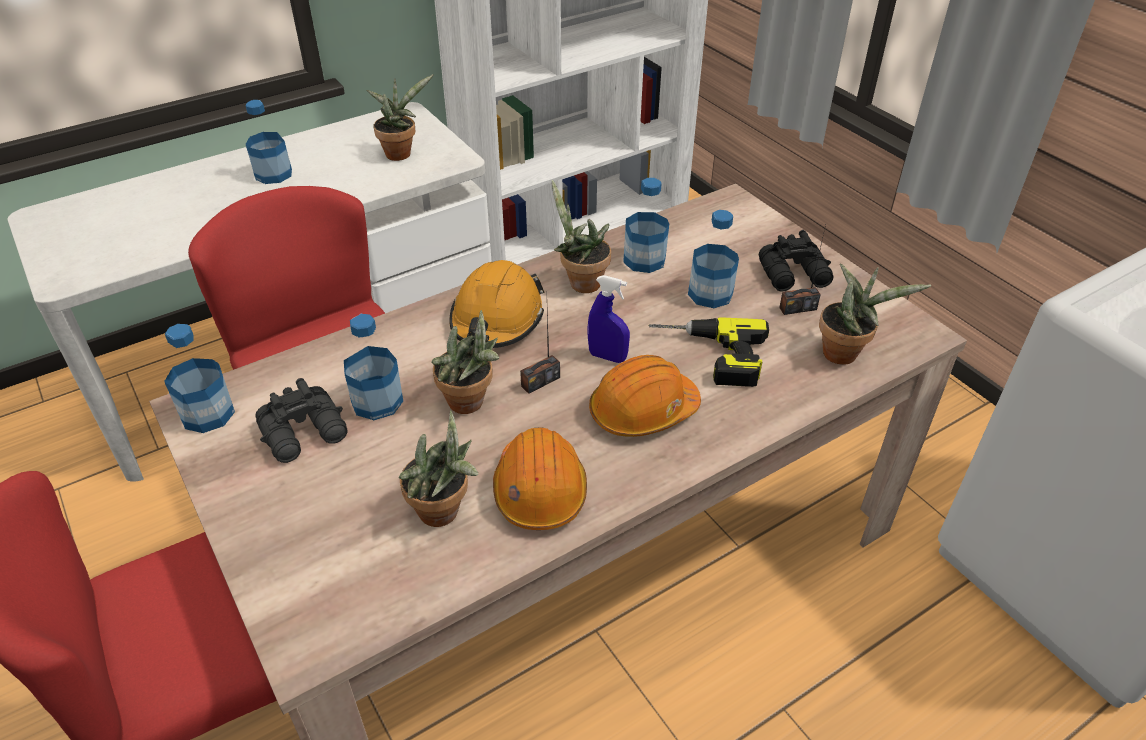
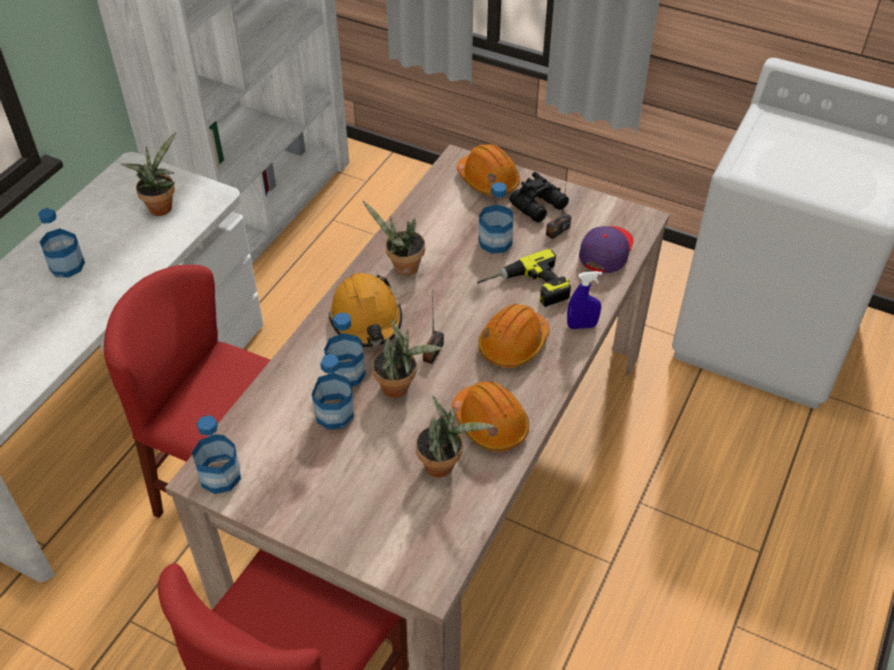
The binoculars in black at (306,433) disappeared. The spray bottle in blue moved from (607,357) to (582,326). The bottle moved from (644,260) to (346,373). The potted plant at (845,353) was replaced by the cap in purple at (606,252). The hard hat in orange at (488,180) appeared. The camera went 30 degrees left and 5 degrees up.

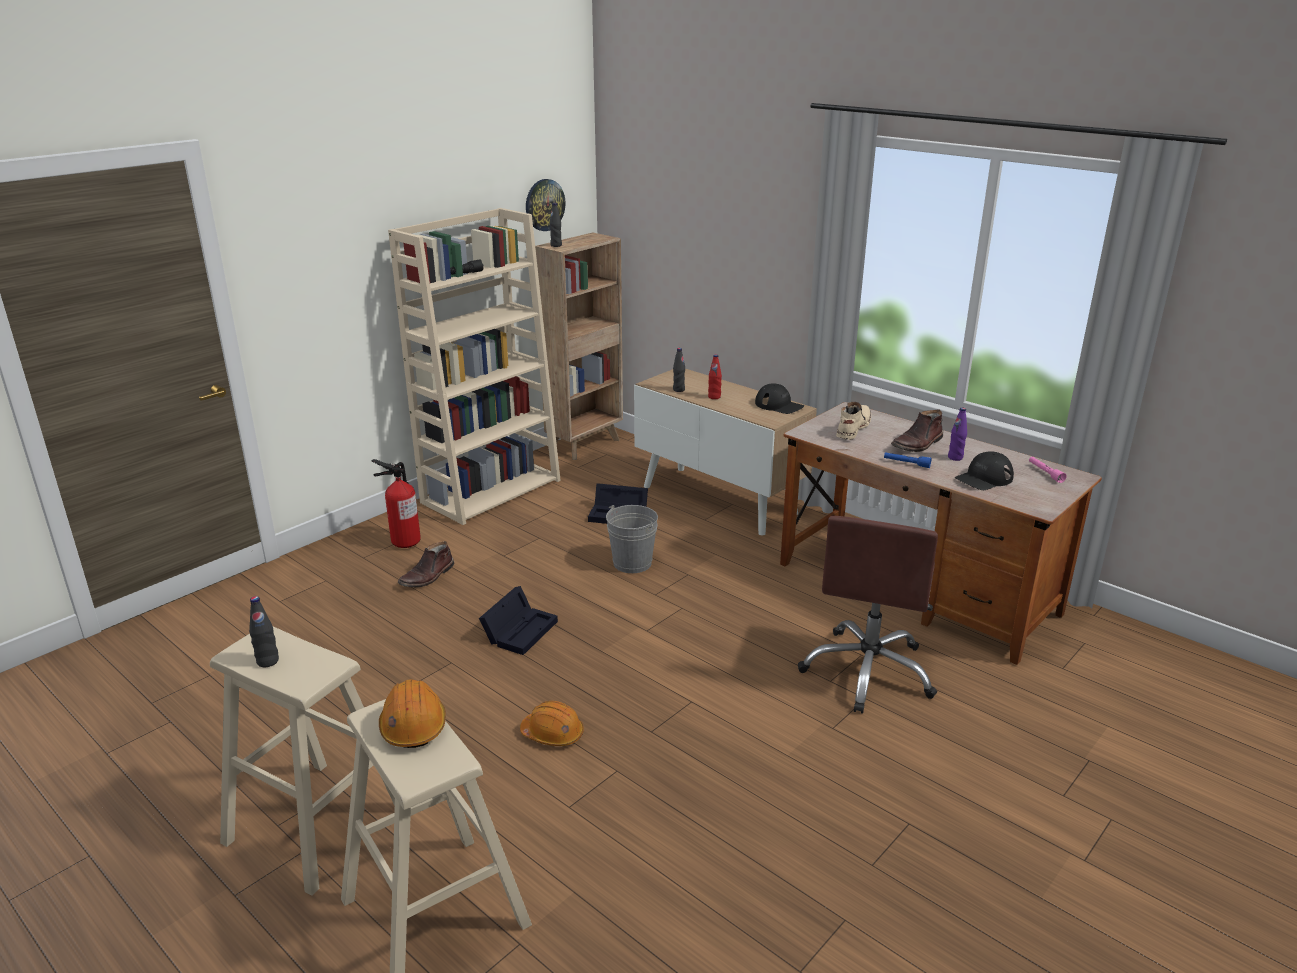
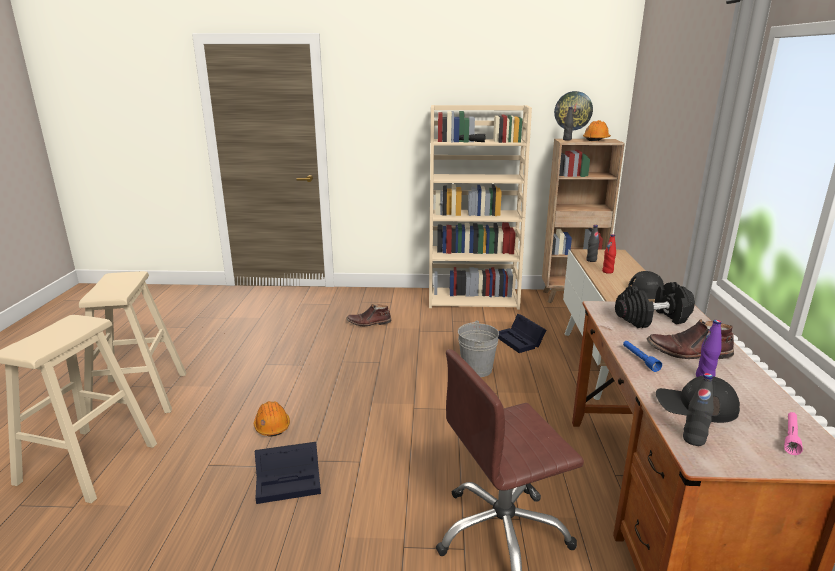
The bottle in black moved from (268,661) to (693,440). The fire extinguisher at (406,542) disappeared. The hard hat in orange moved from (413,725) to (596,140). The storage box in black moved from (520,630) to (290,481). The boot in beige at (852,428) was replaced by the dumbbell in black at (652,319). The camera went 50 degrees right and 5 degrees down.

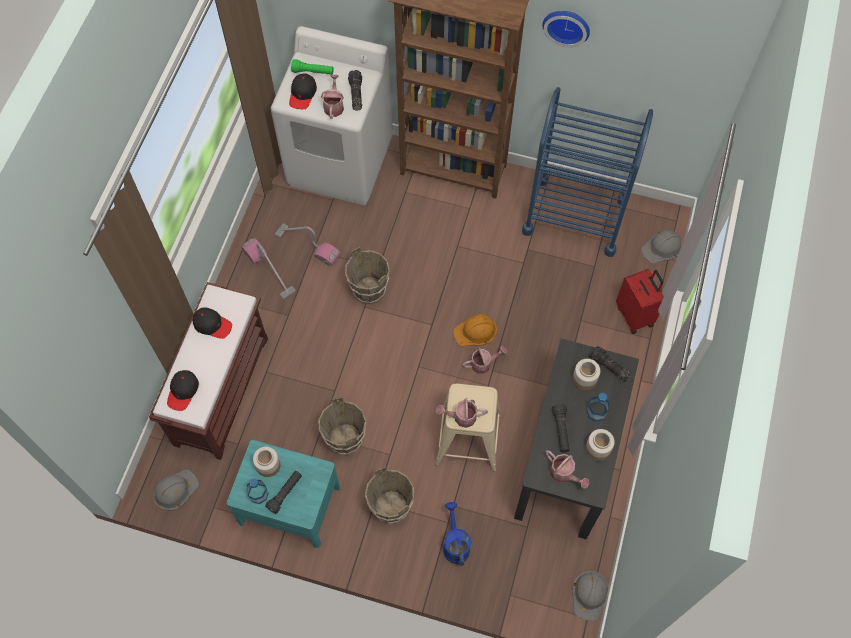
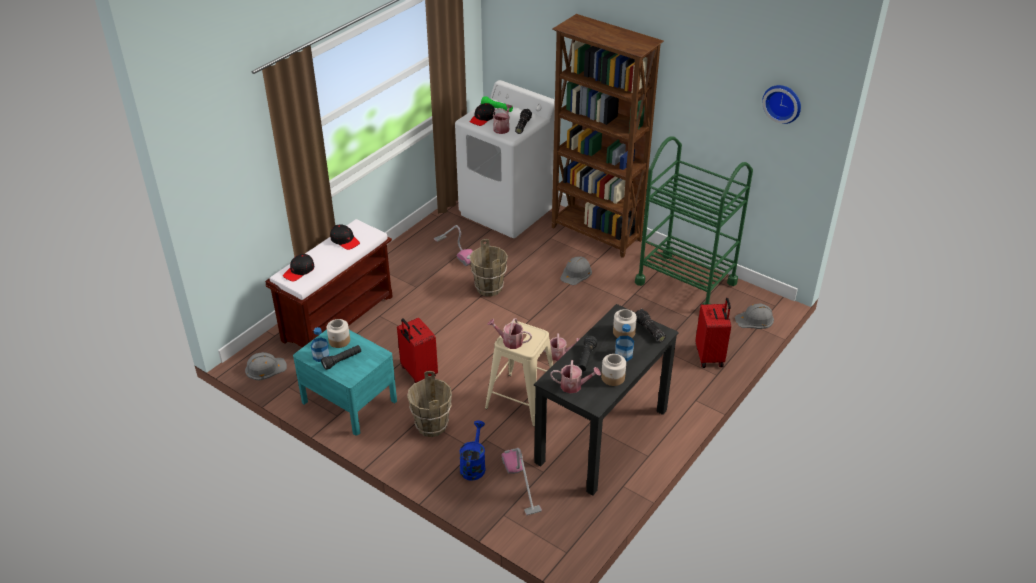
The vacuum cleaner moved from (269,270) to (521,484). The bucket in brown at (345,439) was replaced by the suitcase in red at (418,373). The hard hat in orange at (476,331) disappeared. The cart in blue at (575,216) became the cart in green at (686,282). The wall clock moved from (567,25) to (783,103). The watering can at (564,474) turned 60 degrees counterclockwise. The hard hat in grey moved from (590,594) to (576,273). The camera went 20 degrees right and 25 degrees down.

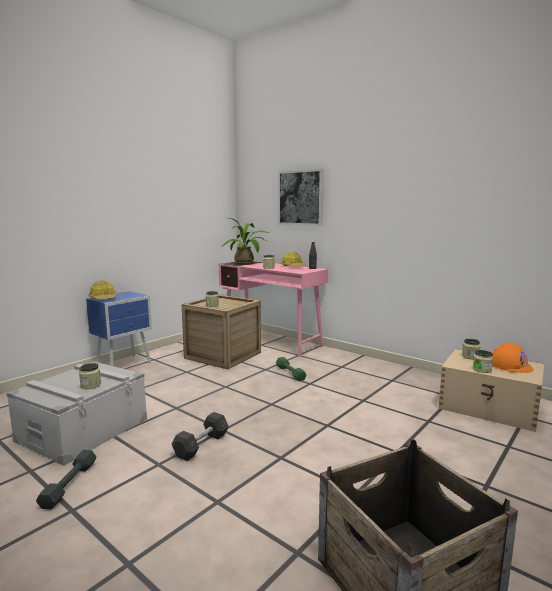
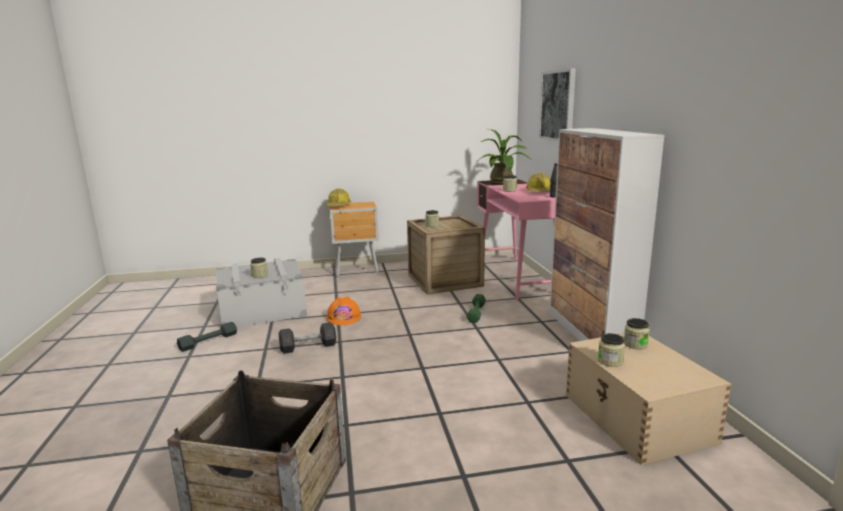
The nightstand in blue at (125,365) became the nightstand in brown at (357,270). The hard hat in orange moved from (509,365) to (344,317). The cabinet at (590,333) appeared. The camera went 40 degrees right and 5 degrees up.

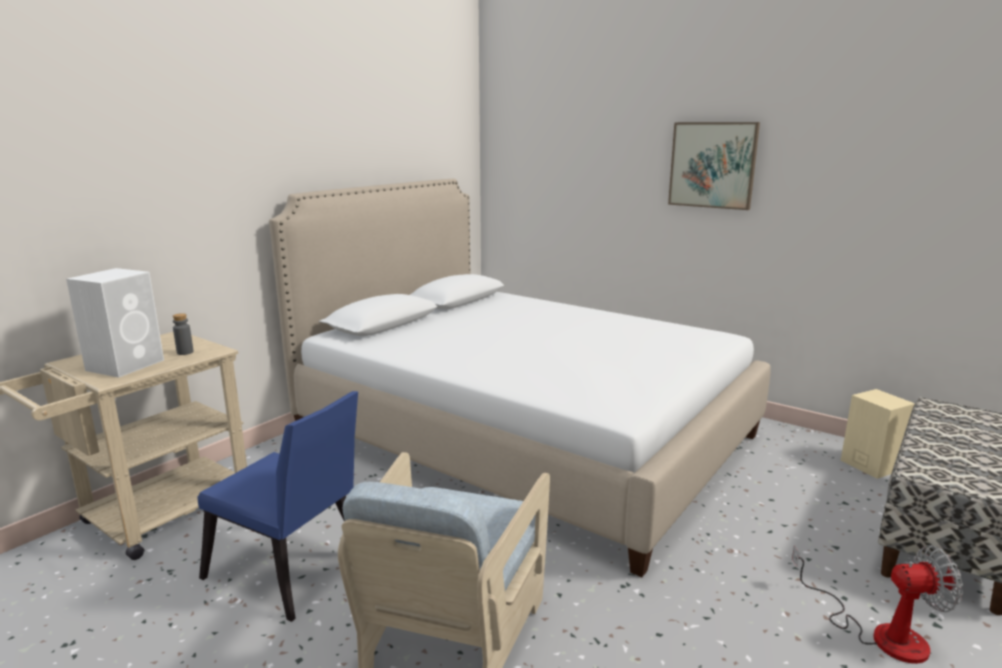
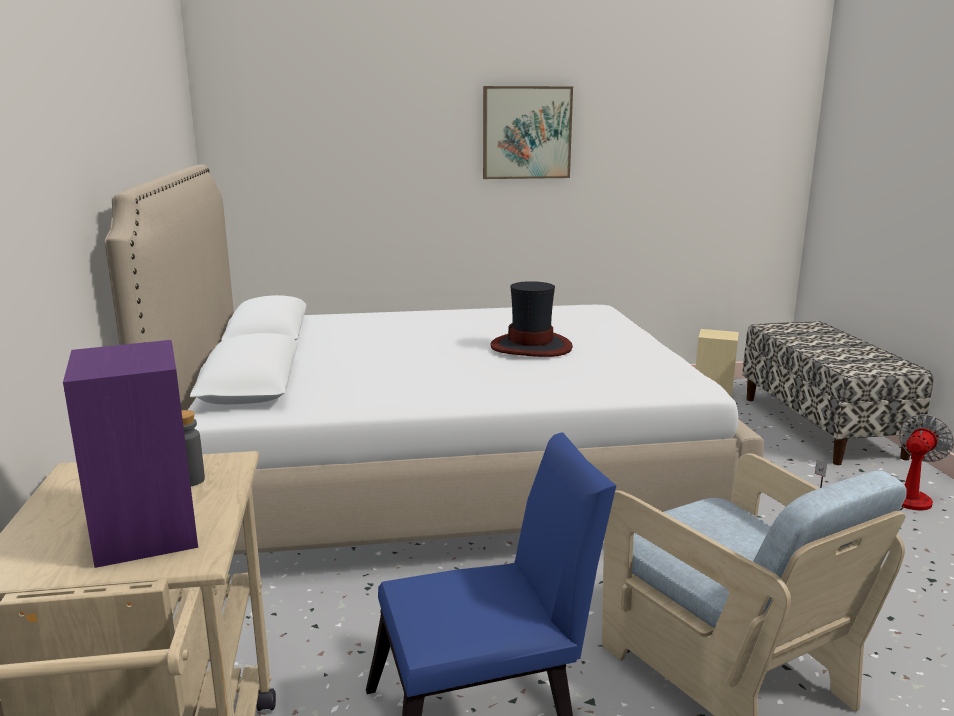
The speaker in white at (127,364) became the speaker in purple at (146,530). The hat at (531,347) appeared. The camera went 45 degrees left and 0 degrees up.

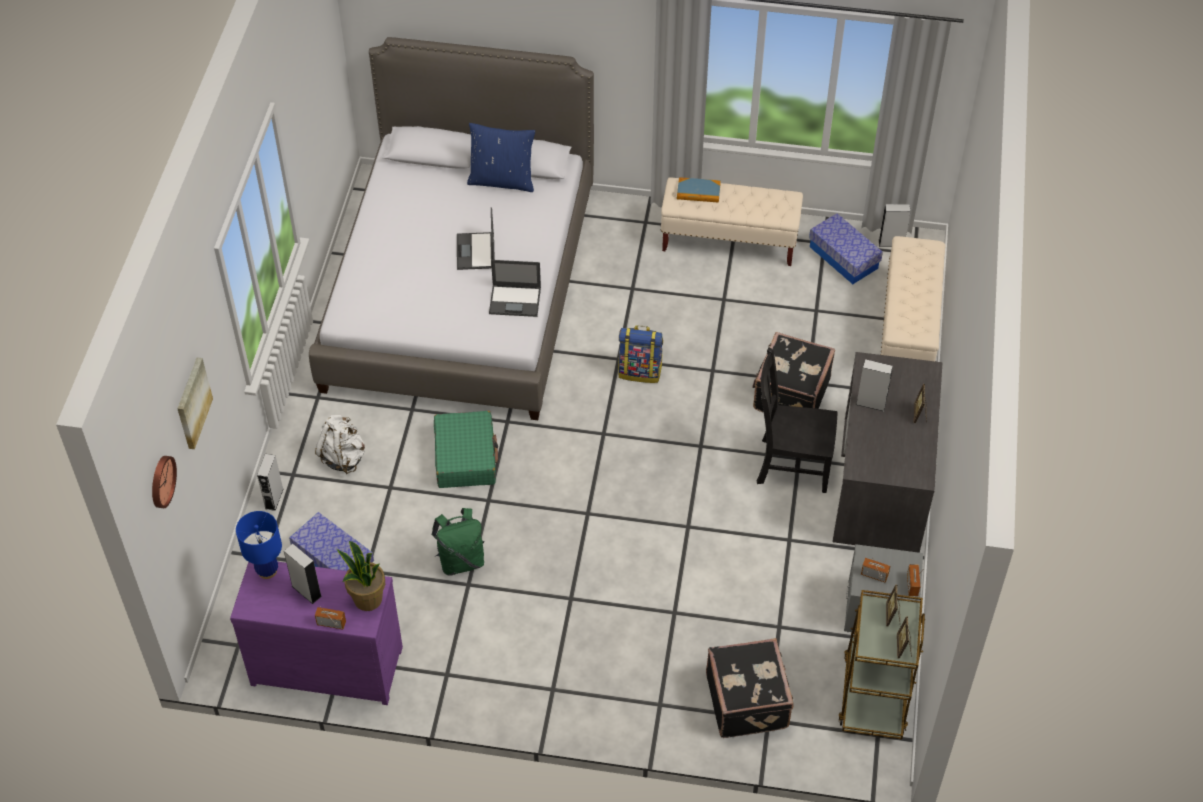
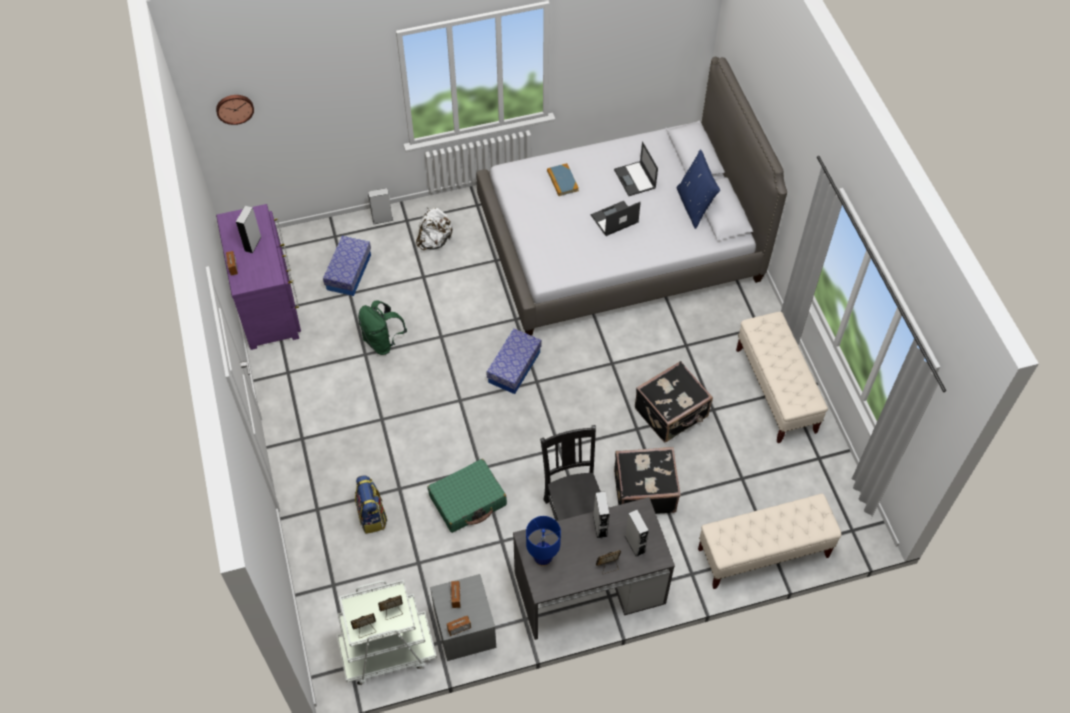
The picture at (192,403) disappeared. The table lamp in blue moved from (267,570) to (543,559). The potted plant at (367,599) disappeared. The suitcase in green moved from (465,457) to (468,501). The laptop moved from (515,300) to (635,179). The backpack moved from (640,371) to (372,516). The book moved from (698,192) to (562,181). The suitcase in black moved from (748,701) to (672,413). The storage box moved from (843,257) to (514,367). The cart in brown at (874,693) became the cart in white at (387,651). The speaker in grey moved from (891,243) to (634,544). The camera went 65 degrees right and 5 degrees up.

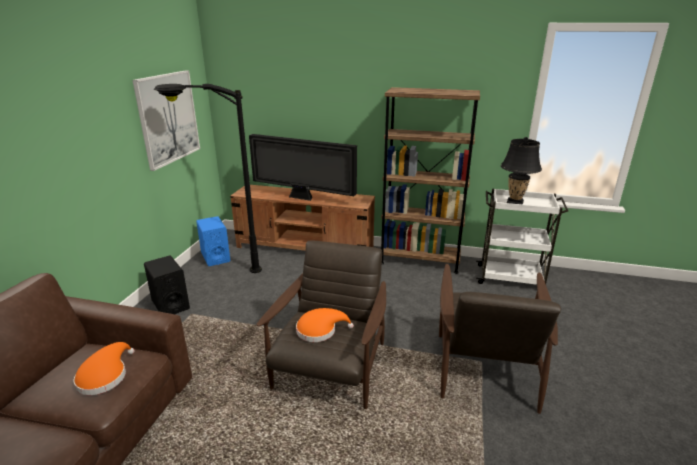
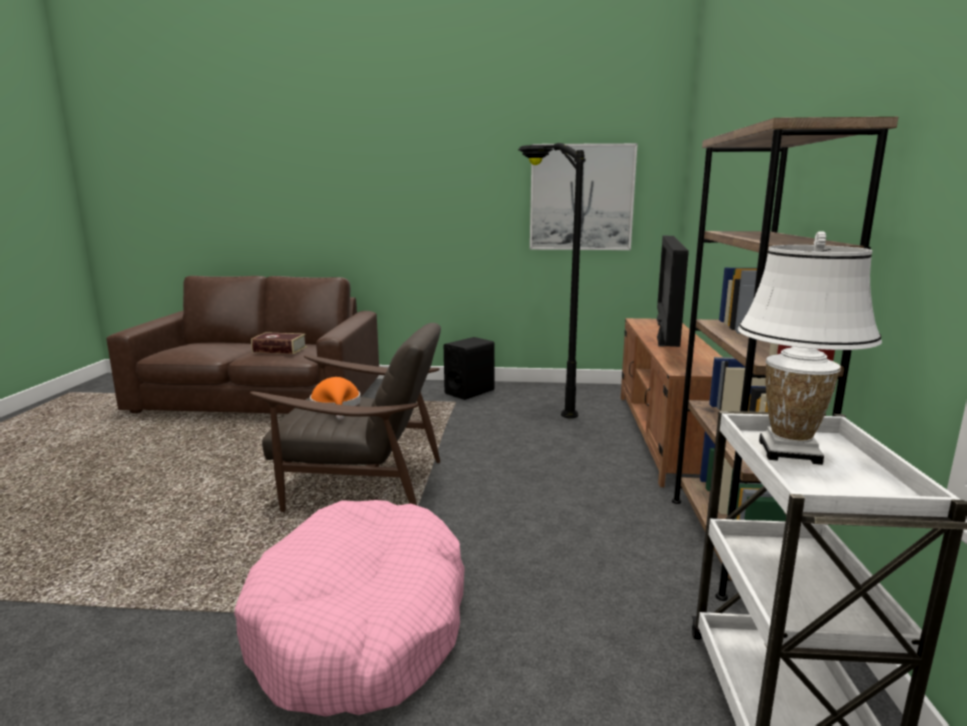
The hat in orange at (105,376) was replaced by the book at (279,349). The speaker in blue at (215,257) disappeared. The armchair in brown at (485,367) was replaced by the dog bed in pink at (361,625). The table lamp in black at (515,203) became the table lamp in white at (789,452). The camera went 80 degrees right and 10 degrees down.

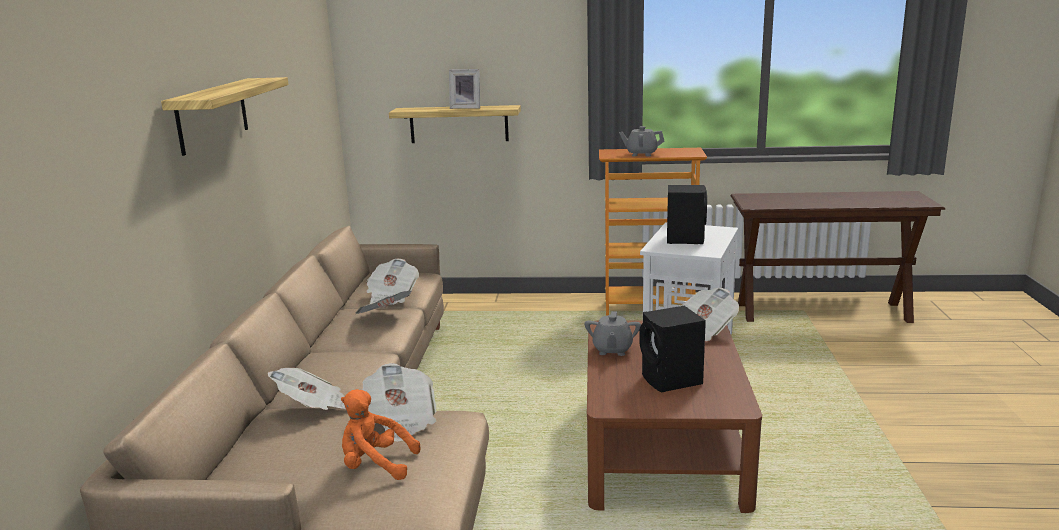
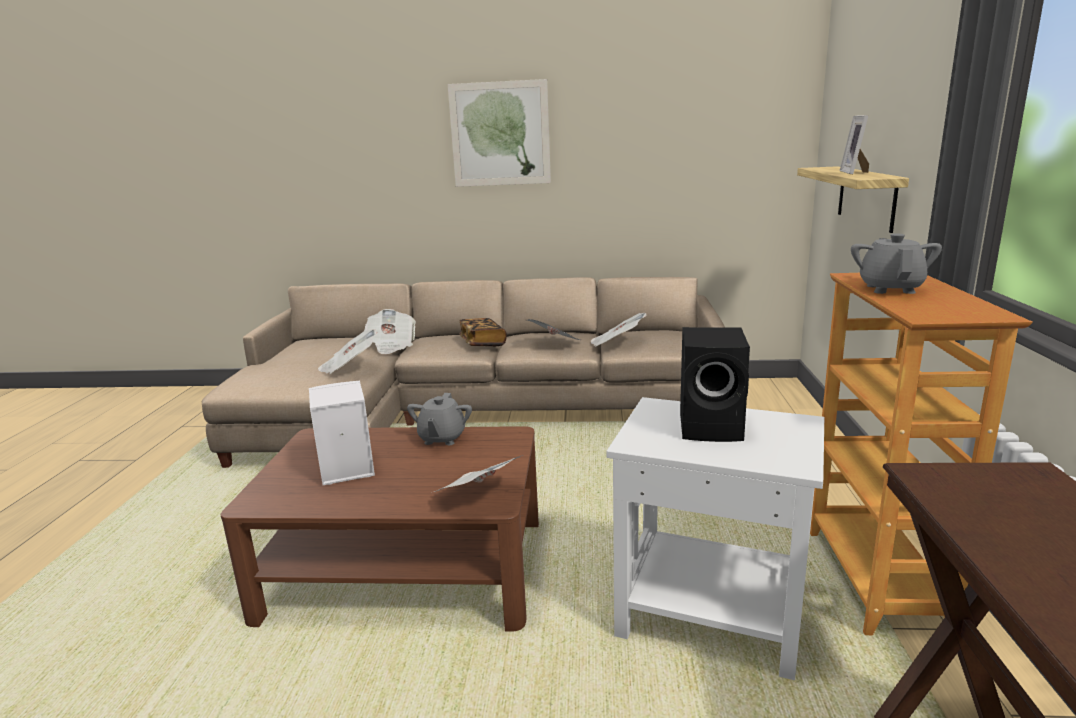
The shelf at (212,115) was replaced by the picture at (500,134). The plush toy in orange at (375,465) disappeared. The teapot in grey at (612,350) turned 90 degrees counterclockwise. The speaker in black at (672,380) became the speaker in white at (344,468). The book at (482,343) appeared. The camera went 90 degrees right and 0 degrees up.

